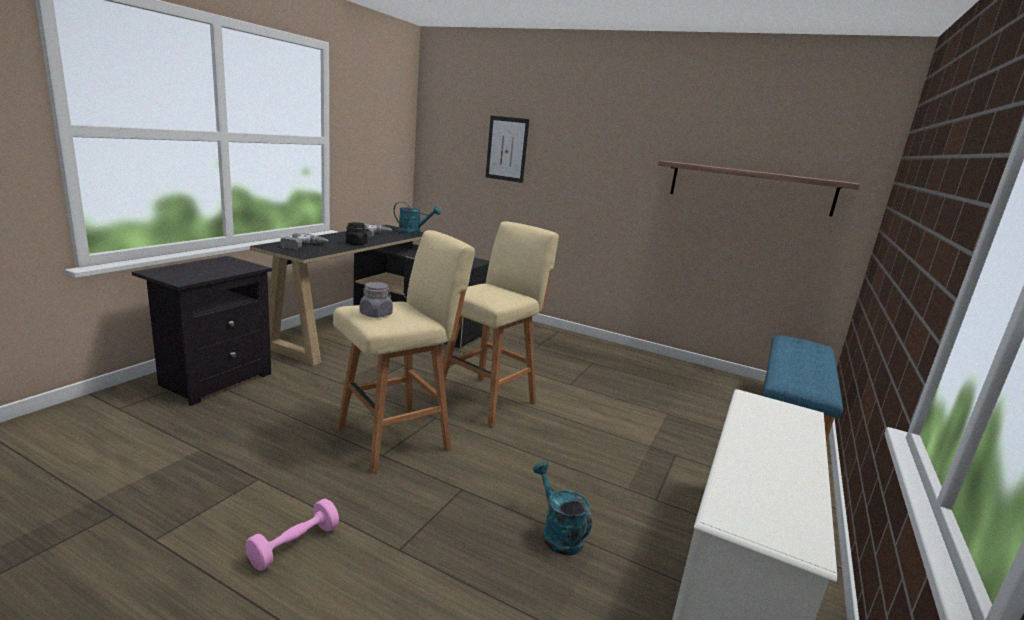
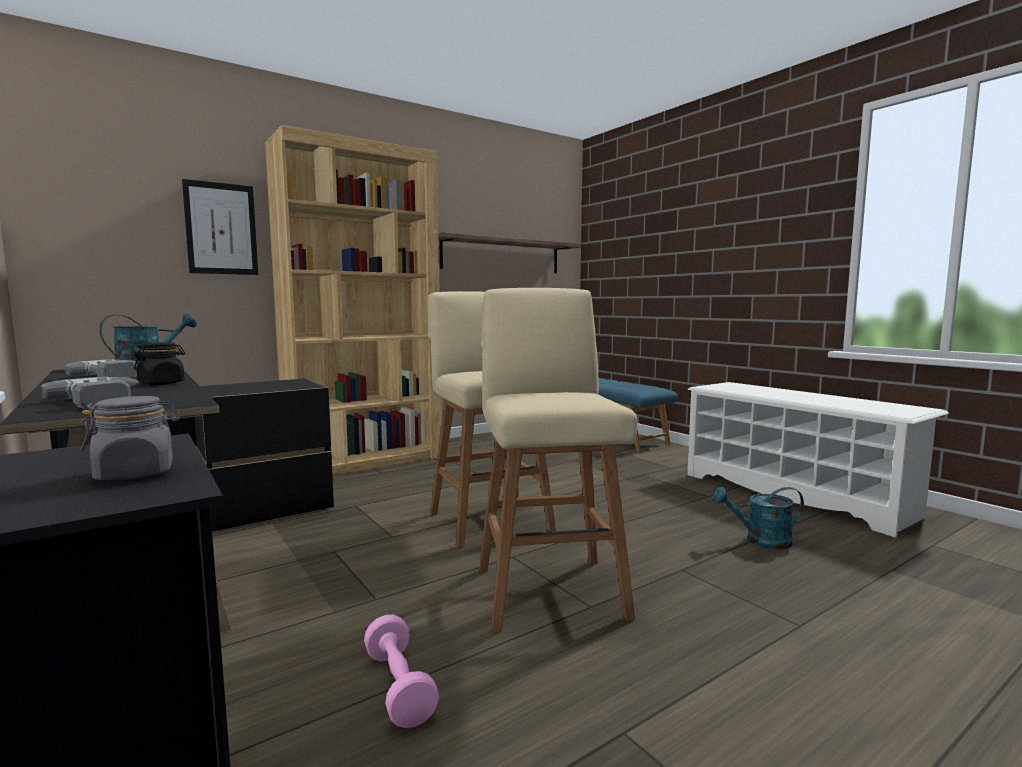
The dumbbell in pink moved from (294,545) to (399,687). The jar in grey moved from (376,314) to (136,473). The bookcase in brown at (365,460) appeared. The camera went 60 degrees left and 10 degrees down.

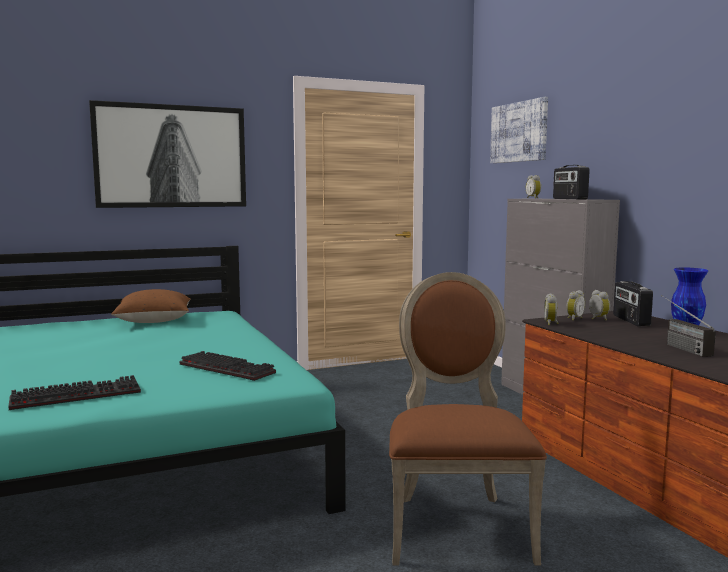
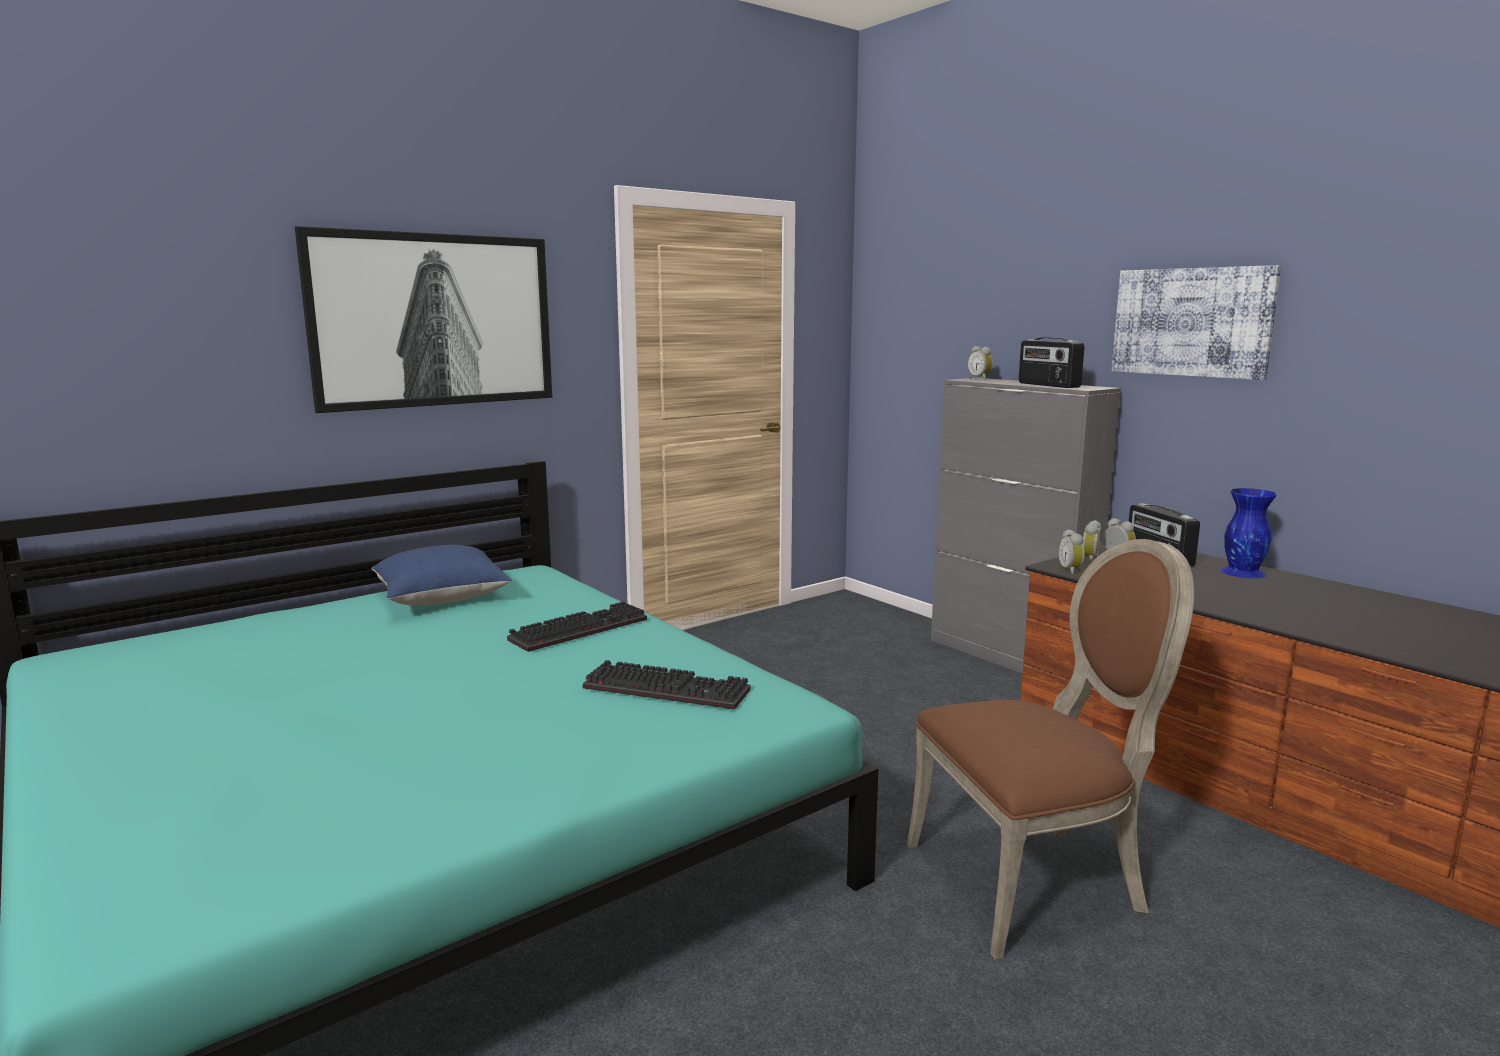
The keyboard moved from (78,395) to (580,629). The pillow in brown at (154,321) became the pillow in blue at (442,598). The chair in brown at (455,525) turned 90 degrees clockwise. The picture moved from (519,132) to (1191,322). The radio at (678,346) disappeared. The camera went 15 degrees left and 5 degrees up.

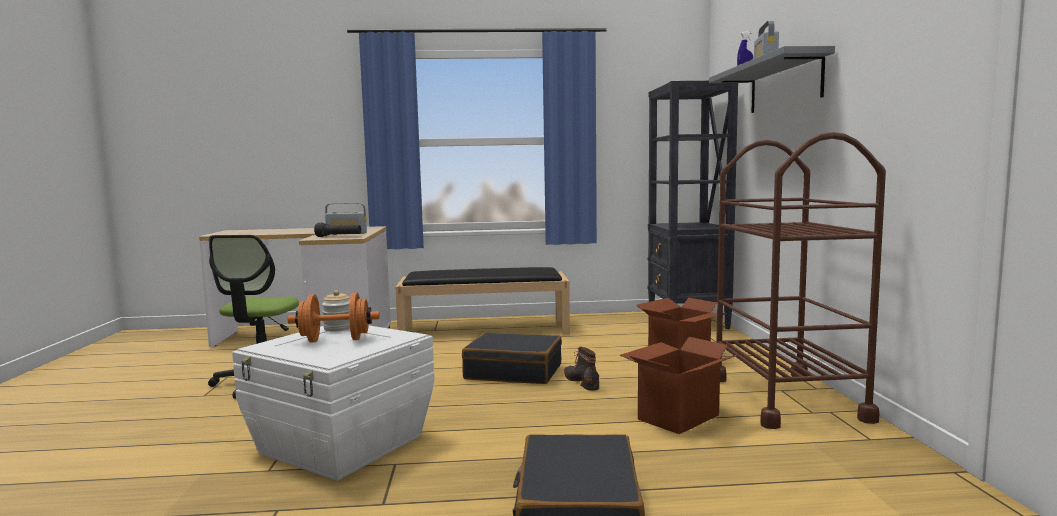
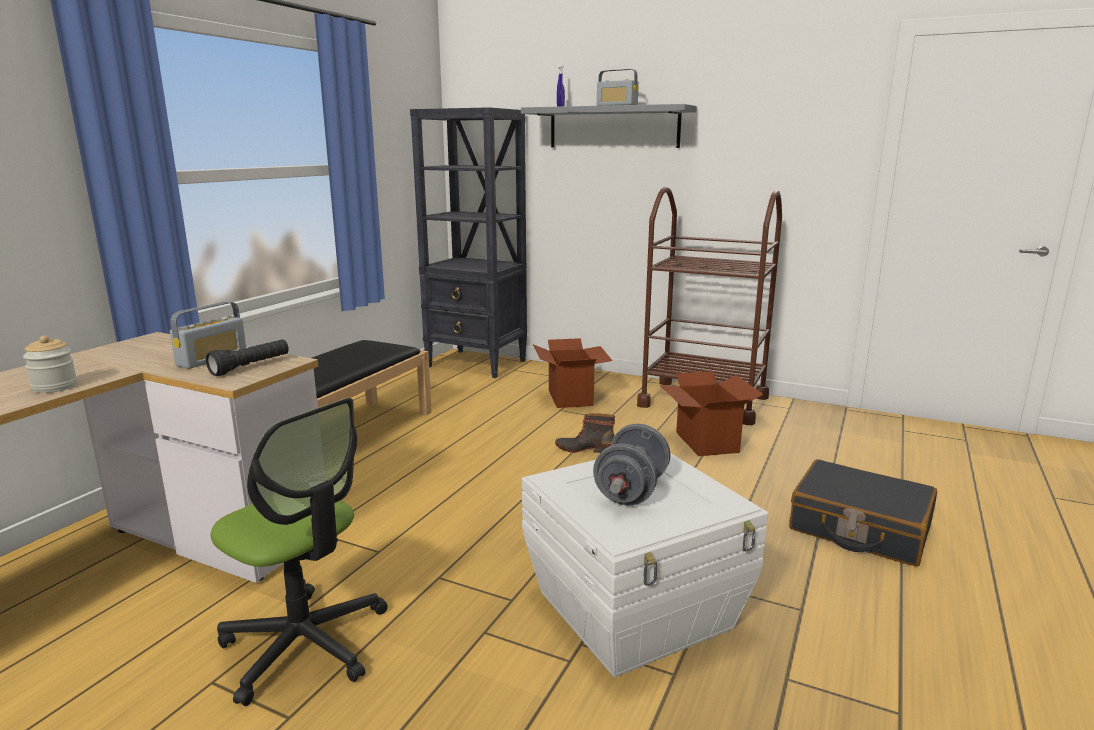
The dumbbell in orange at (335,340) became the dumbbell in grey at (631,491). The jar moved from (338,328) to (55,387). The suitcase in black at (514,372) disappeared. The camera went 60 degrees left and 10 degrees up.

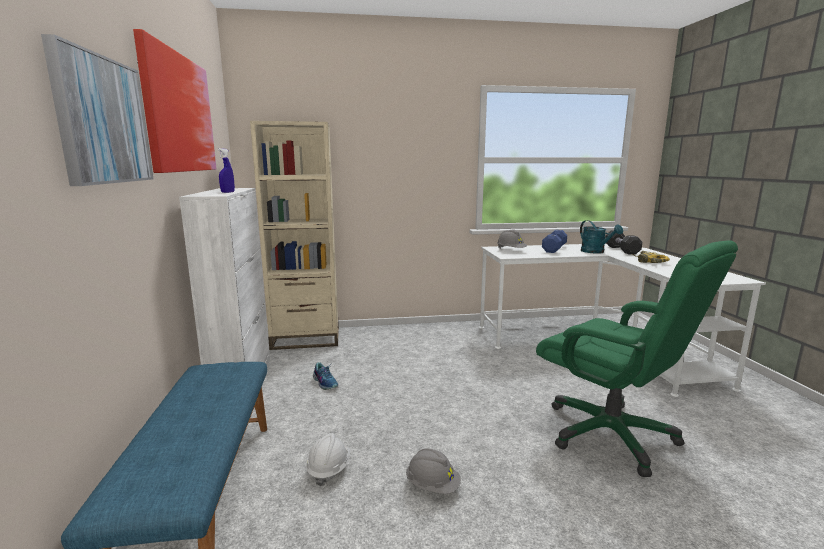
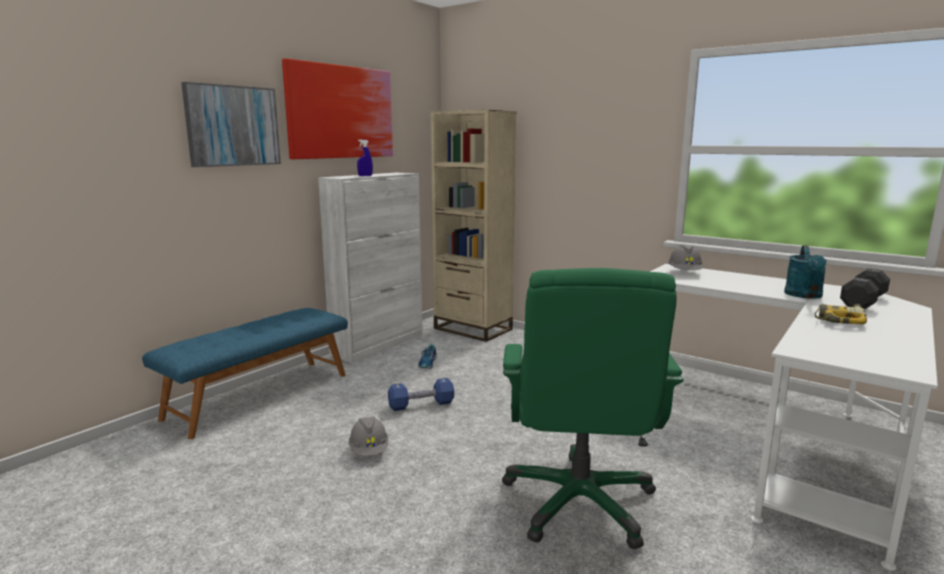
The hard hat in white at (329,469) disappeared. The dumbbell in blue moved from (554,249) to (421,405). The camera went 45 degrees right and 0 degrees up.

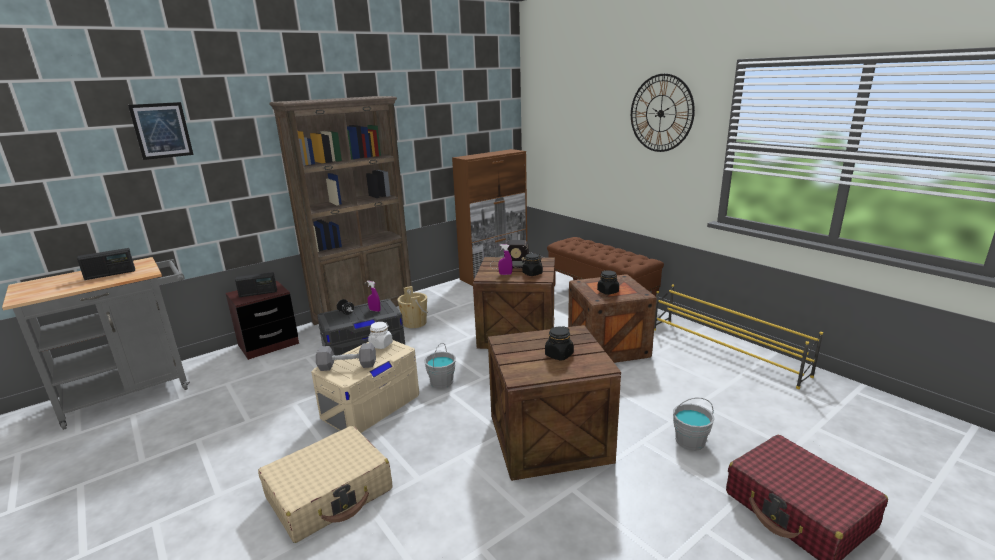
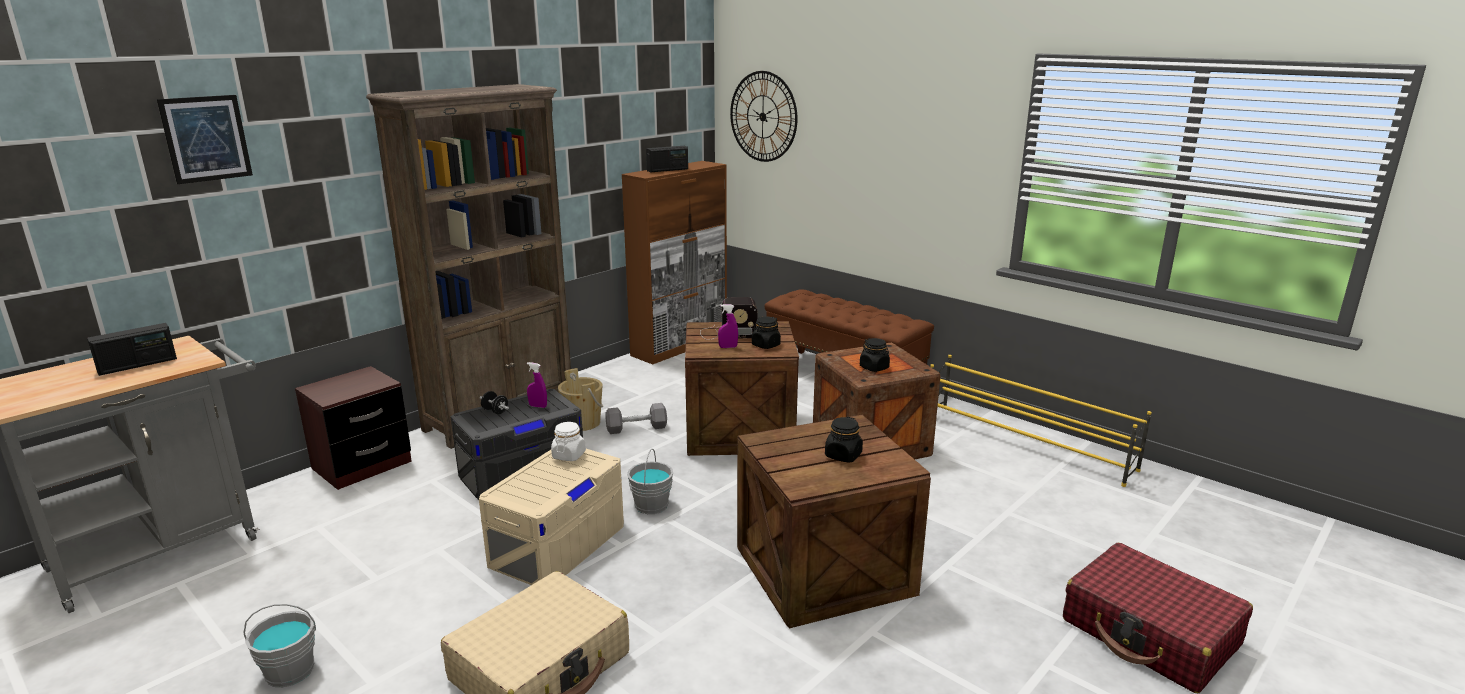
The radio moved from (258,293) to (667,170). The dumbbell in grey moved from (347,366) to (636,428). The wall clock moved from (661,113) to (763,116). The bucket in grey moved from (690,441) to (290,671). The camera went 10 degrees left and 0 degrees up.

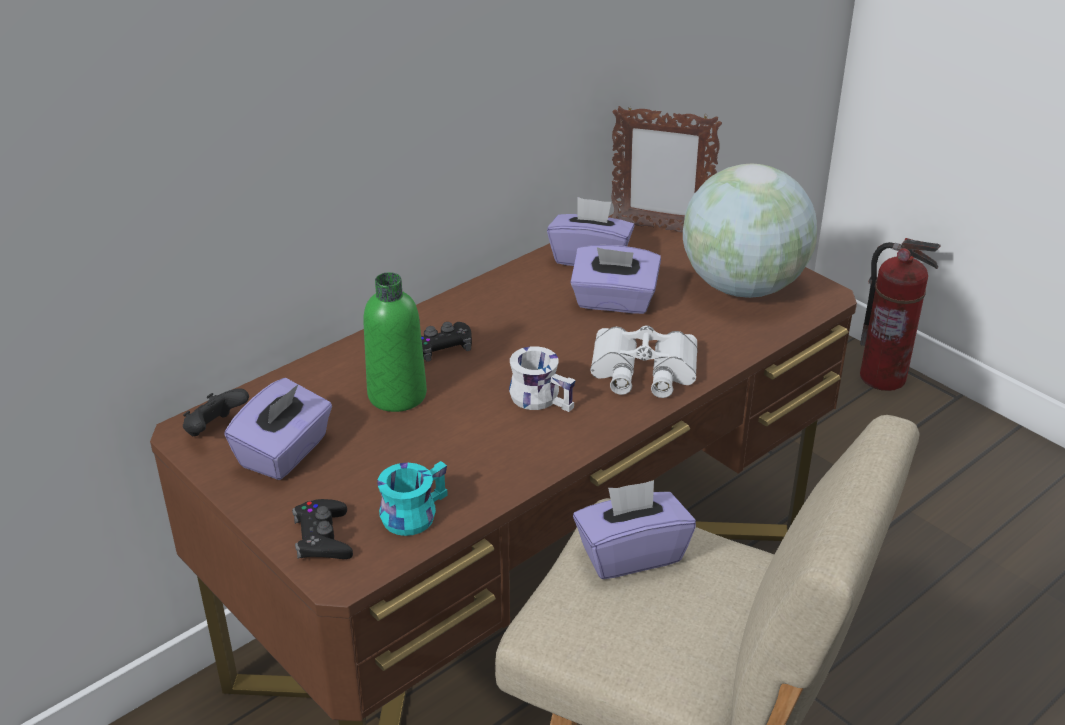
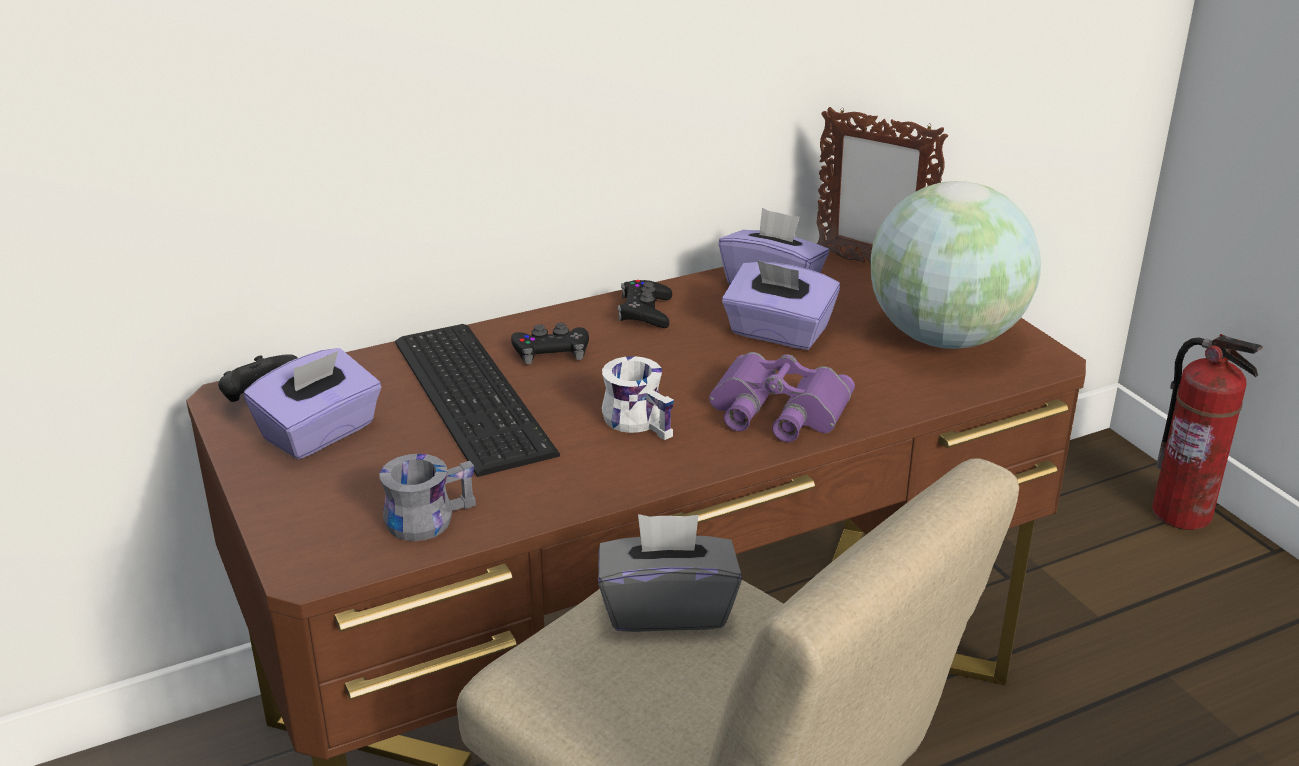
The game controller in black moved from (323,537) to (645,312). The bottle in green at (397,395) was replaced by the keyboard at (475,393). The mug in turquoise at (412,511) became the mug in grey at (427,516). The tissue box in purple at (631,553) became the tissue box in grey at (667,608). The binoculars in white at (643,371) became the binoculars in purple at (776,410). The camera went 15 degrees right and 5 degrees down.

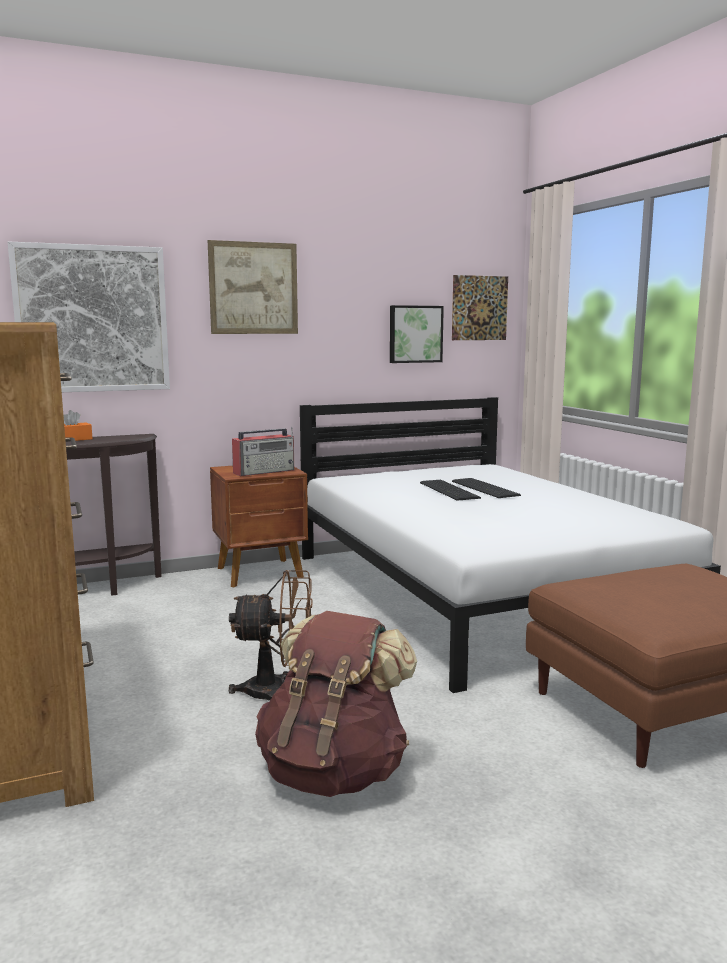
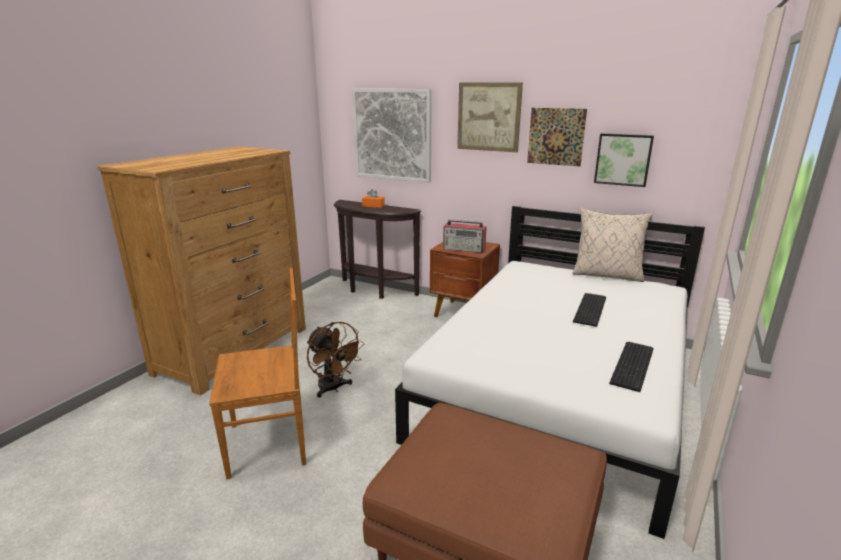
The backpack in brown at (334,772) was replaced by the chair in brown at (270,443). The keyboard moved from (450,490) to (634,365). The picture moved from (479,308) to (556,136). The pillow in beige at (607,275) appeared. The camera went 50 degrees right and 10 degrees up.

